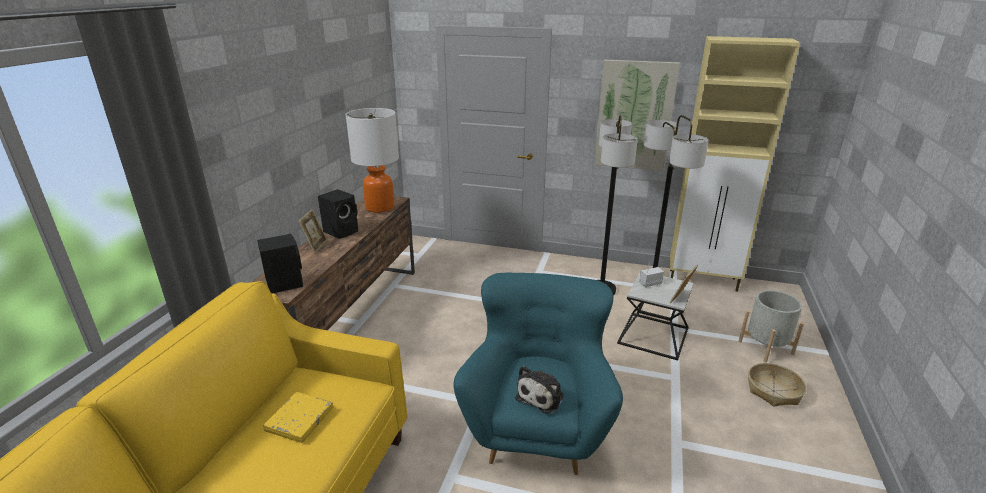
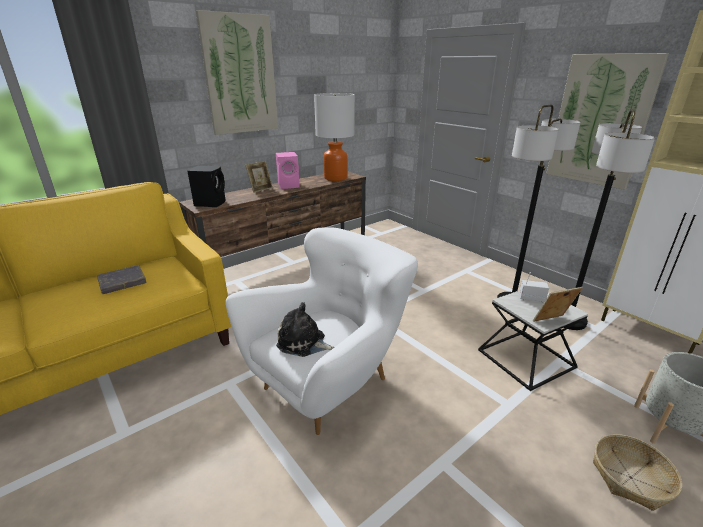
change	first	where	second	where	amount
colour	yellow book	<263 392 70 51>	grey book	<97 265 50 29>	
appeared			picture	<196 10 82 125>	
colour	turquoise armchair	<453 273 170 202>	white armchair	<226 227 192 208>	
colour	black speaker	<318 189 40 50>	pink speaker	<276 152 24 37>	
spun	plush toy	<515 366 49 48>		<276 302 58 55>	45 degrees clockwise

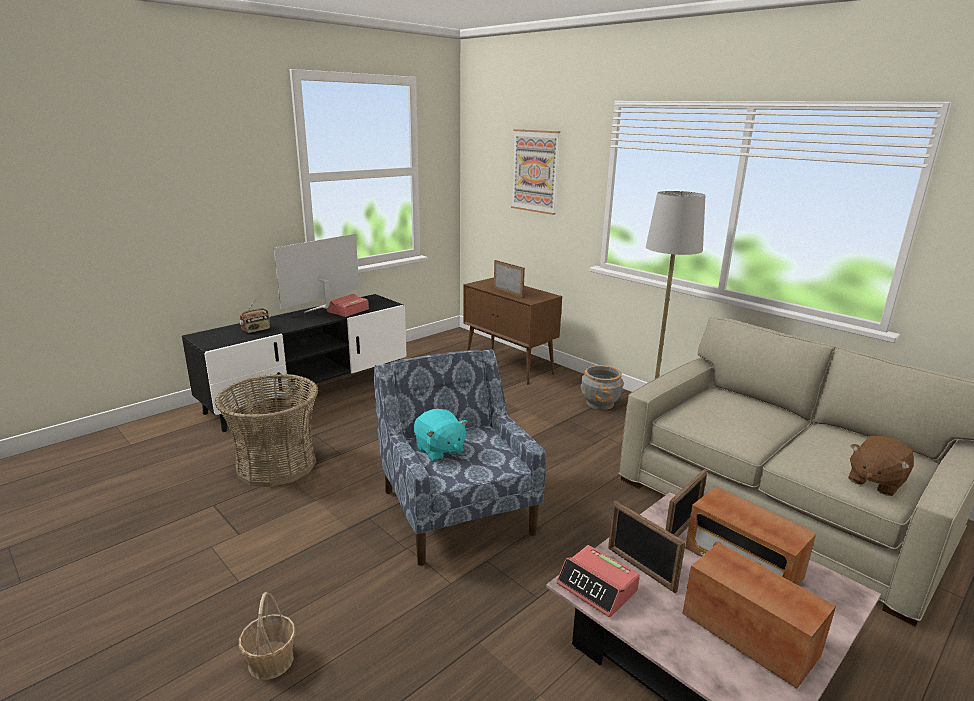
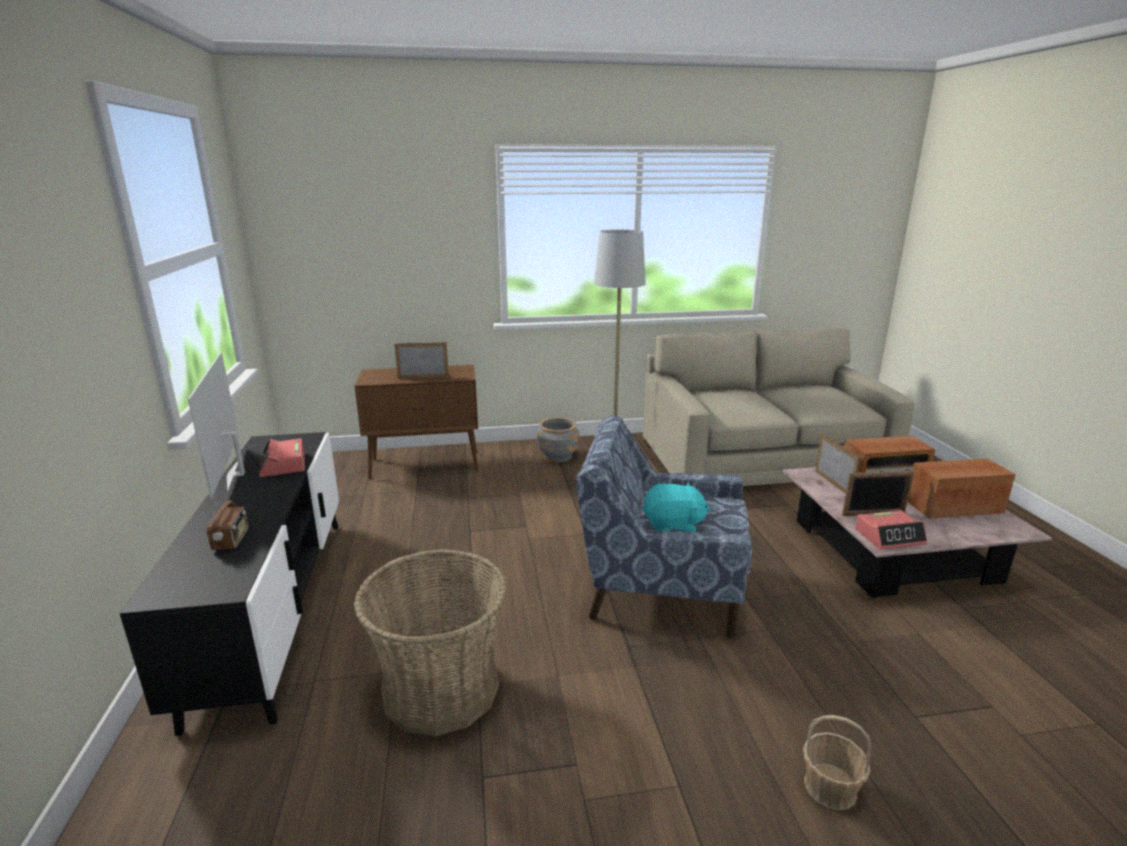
change	first	where	second	where	amount
missing	picture	<511 129 49 86>			
missing	brown plush toy	<848 436 66 60>			

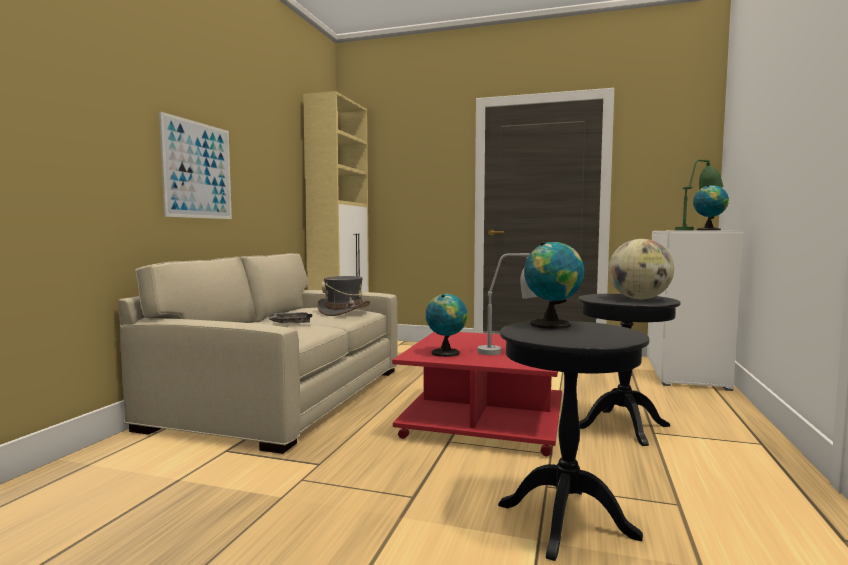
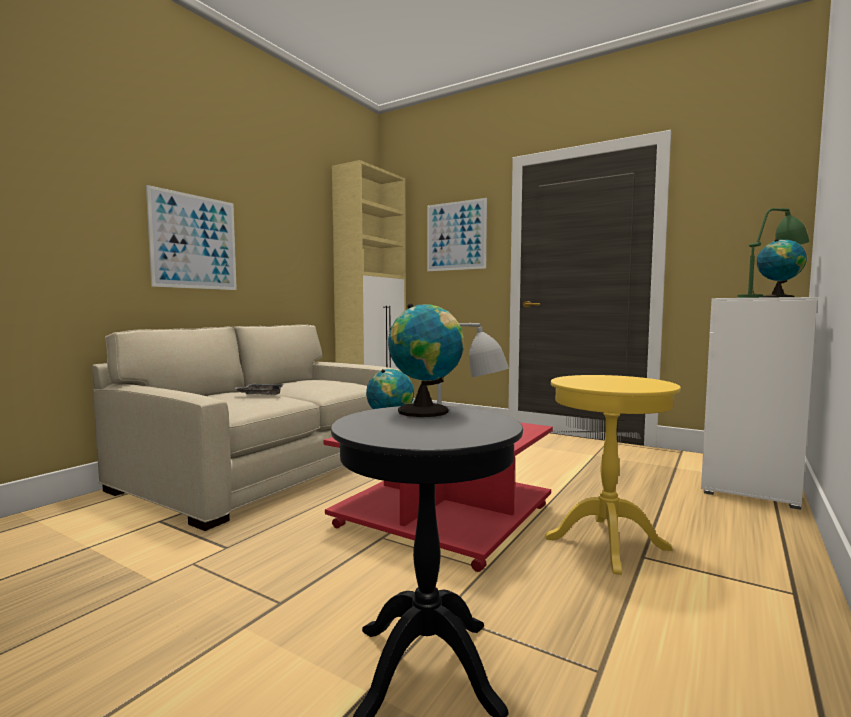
change	first	where	second	where	amount
appeared			picture	<427 198 60 73>	
colour	black side table	<578 294 102 152>	yellow side table	<546 375 135 200>	
missing	grey hat	<317 276 53 40>			
missing	globe	<608 239 66 60>			

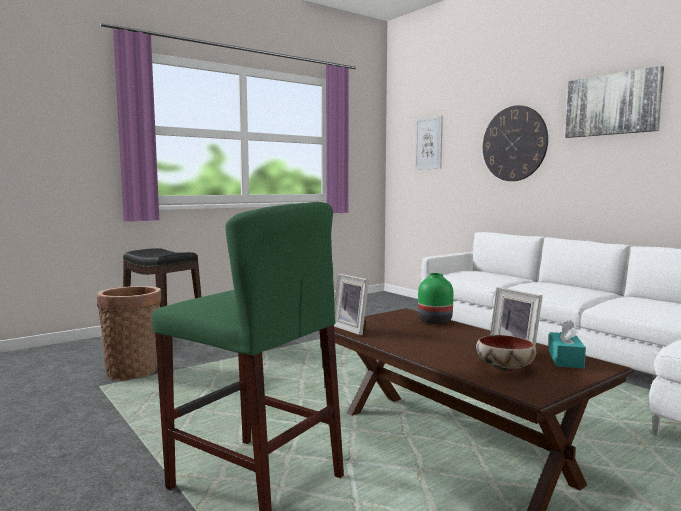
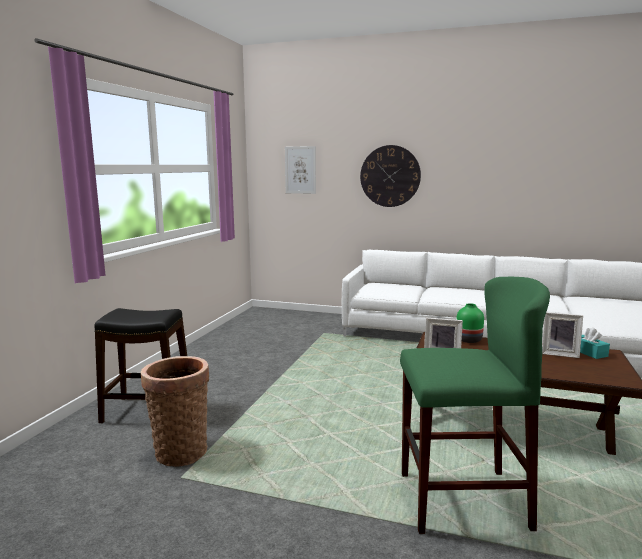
change	first	where	second	where	amount
missing	bowl	<476 335 60 36>			
missing	picture	<565 66 99 72>			

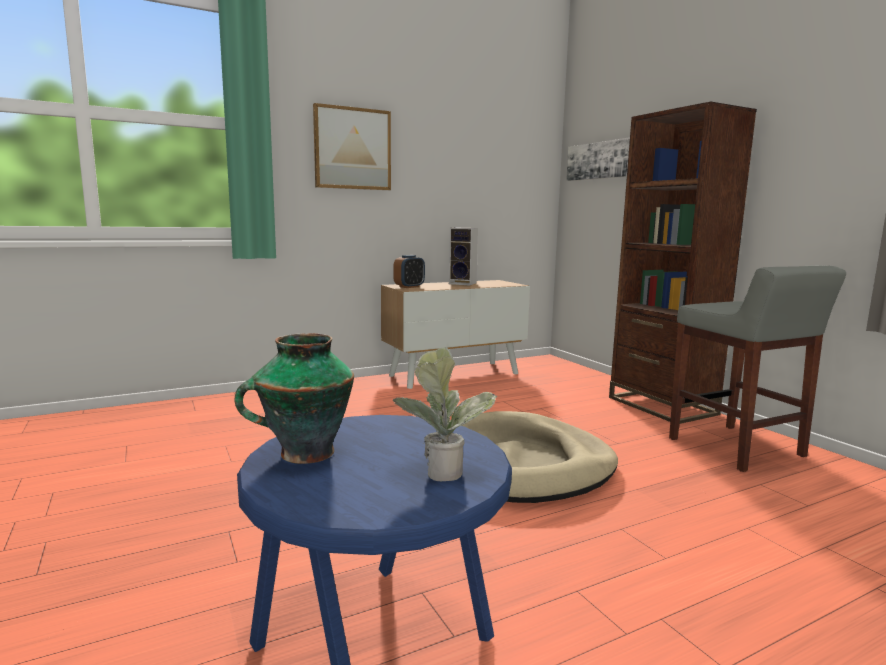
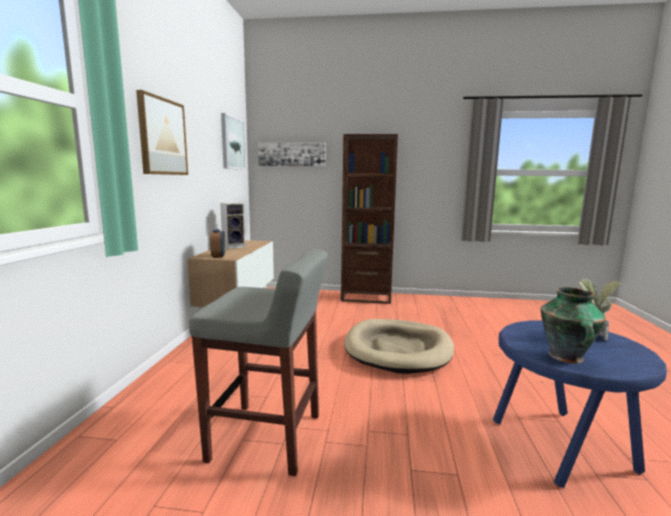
change	first	where	second	where	amount
relocated	grey stool	<669 265 177 207>		<189 249 139 227>	
appeared			picture	<221 113 25 57>	

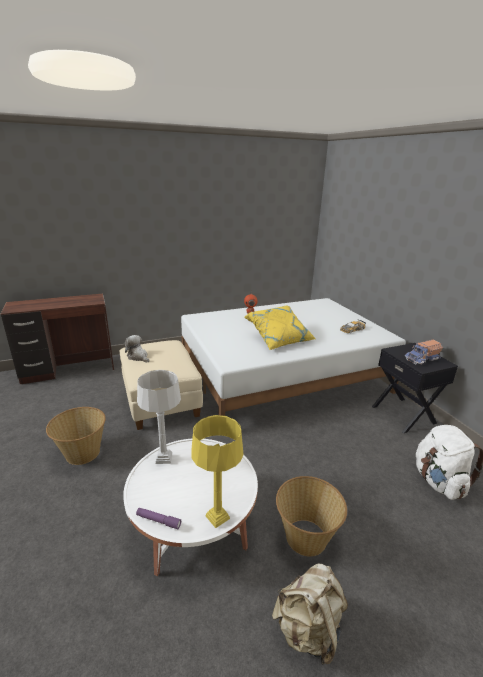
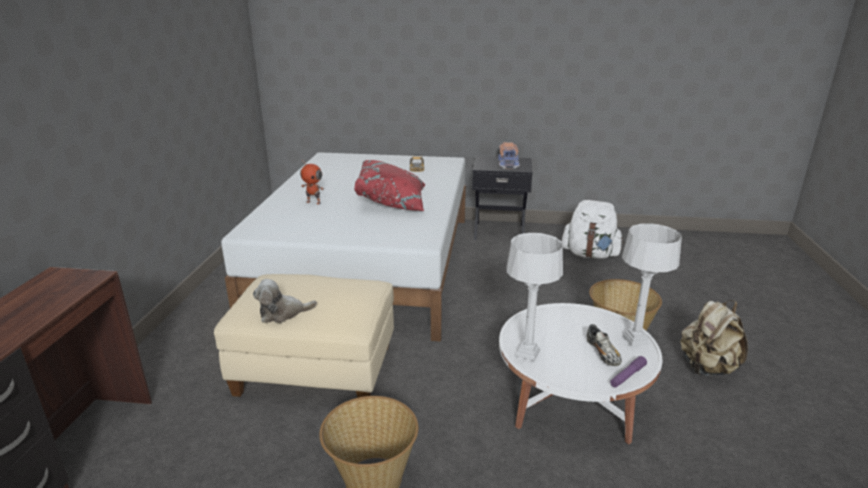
change	first	where	second	where	amount
colour	yellow pillow	<244 305 72 45>	red pillow	<354 160 72 51>	
appeared			shoe	<587 324 35 42>	
colour	yellow table lamp	<191 415 52 113>	grey table lamp	<622 223 60 124>	

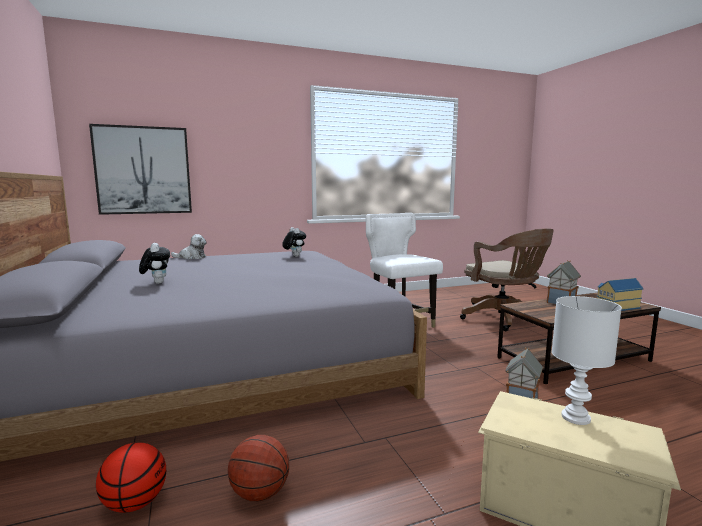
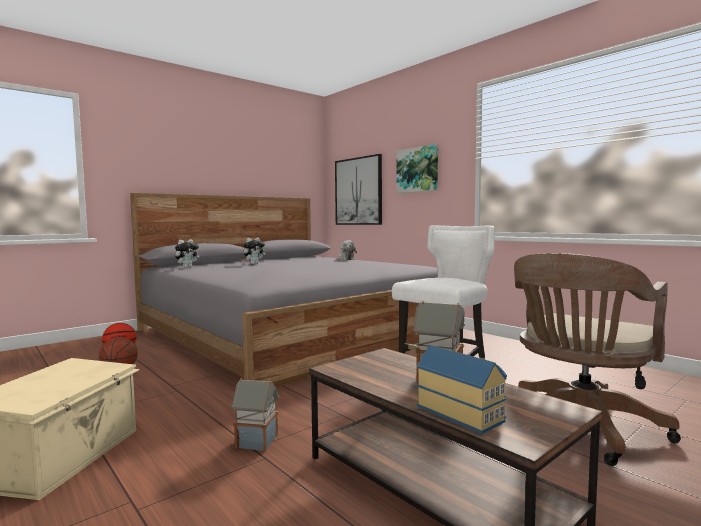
change	first	where	second	where	amount
relocated	plush toy	<282 227 24 30>		<175 239 25 29>	
appeared			picture	<397 144 41 49>	
missing	white table lamp	<552 296 70 129>			

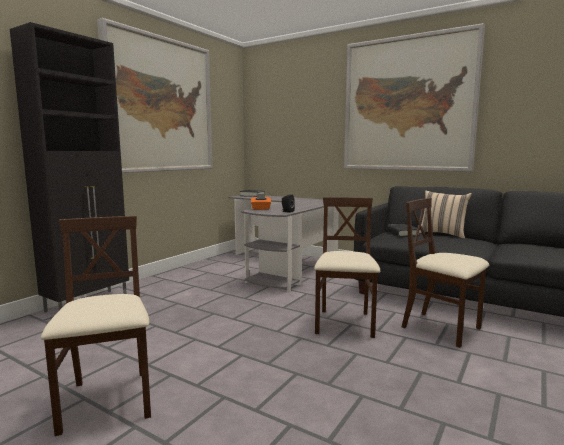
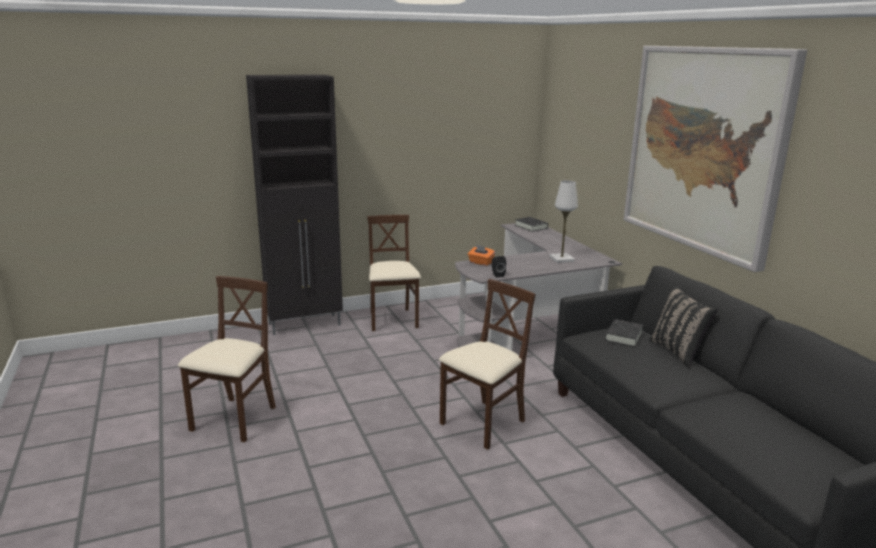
change	first	where	second	where	amount
relocated	beige chair	<402 198 88 150>		<367 215 54 116>	
appeared			white table lamp	<549 180 29 83>	
colour	beige pillow	<419 191 53 48>	black pillow	<649 286 69 83>	
missing	picture	<97 18 115 155>			

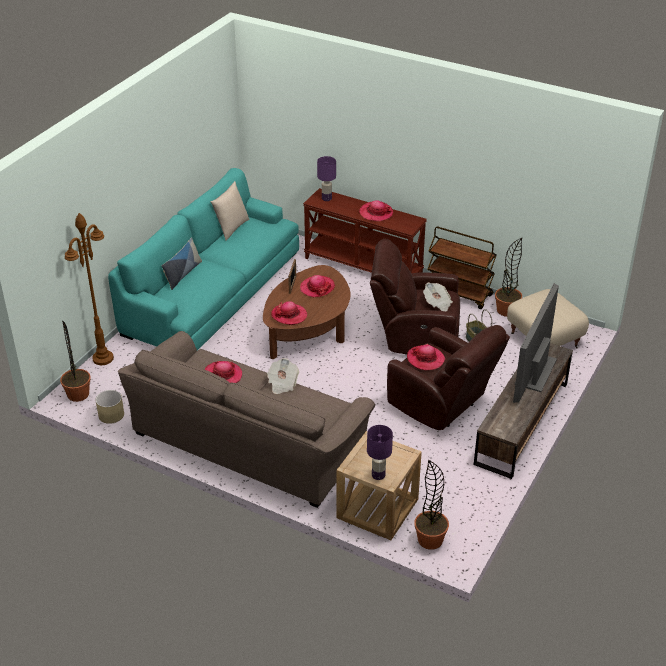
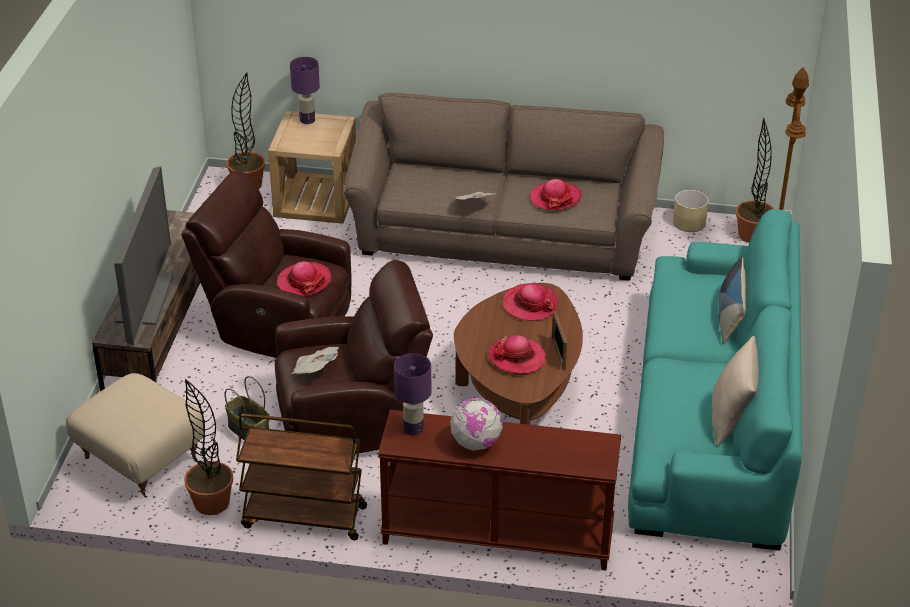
change	first	where	second	where	amount
relocated	purple table lamp	<317 156 19 45>		<394 353 37 83>	
exchanged	hat	<359 200 34 21>	globe	<450 398 53 53>	

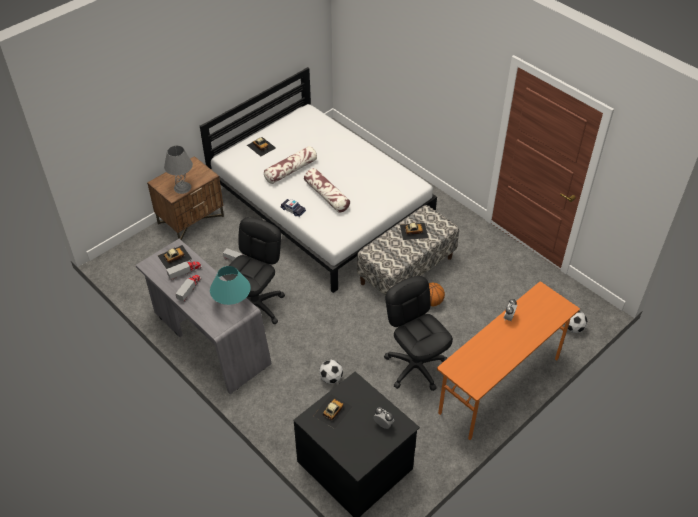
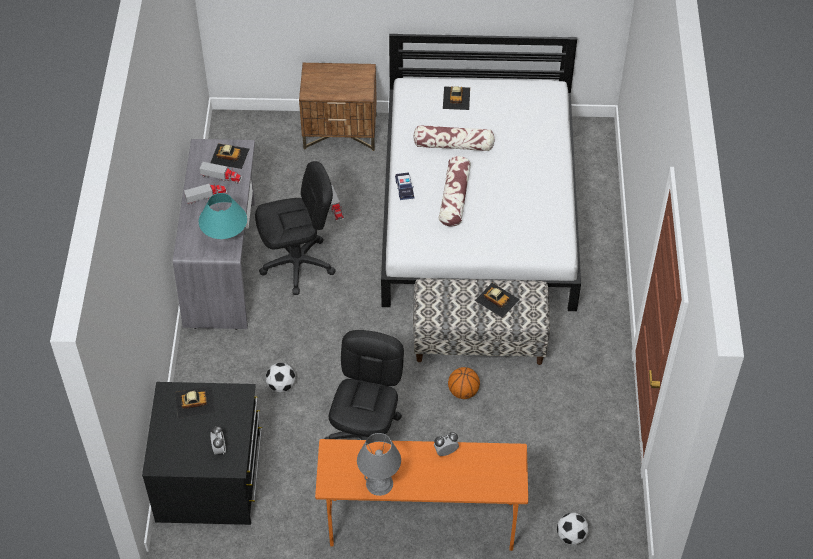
change	first	where	second	where	amount
relocated	grey table lamp	<164 145 29 49>		<357 433 44 63>	

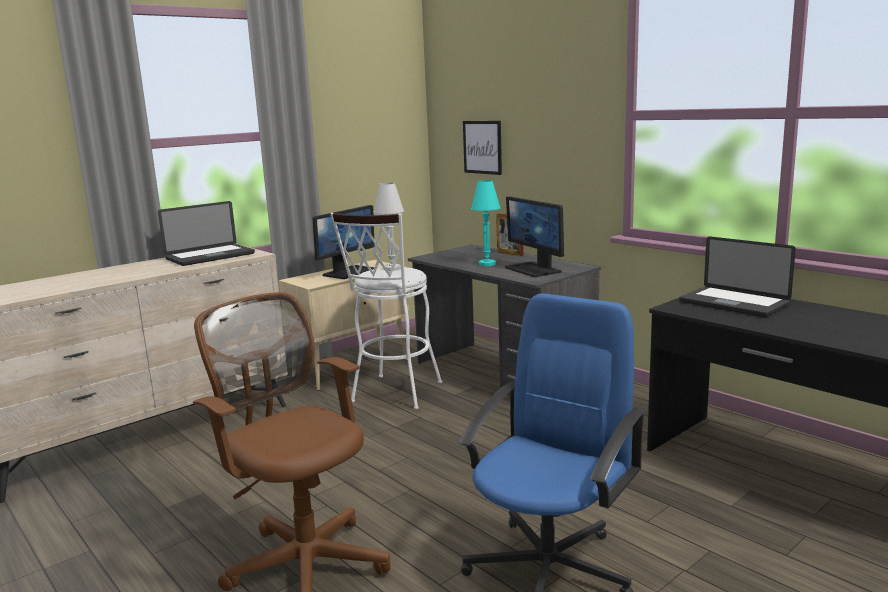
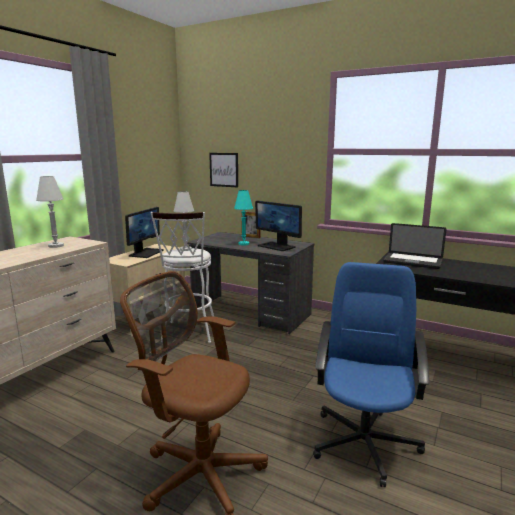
change	first	where	second	where	amount
exchanged	laptop	<158 201 97 65>	white table lamp	<36 176 28 72>	

